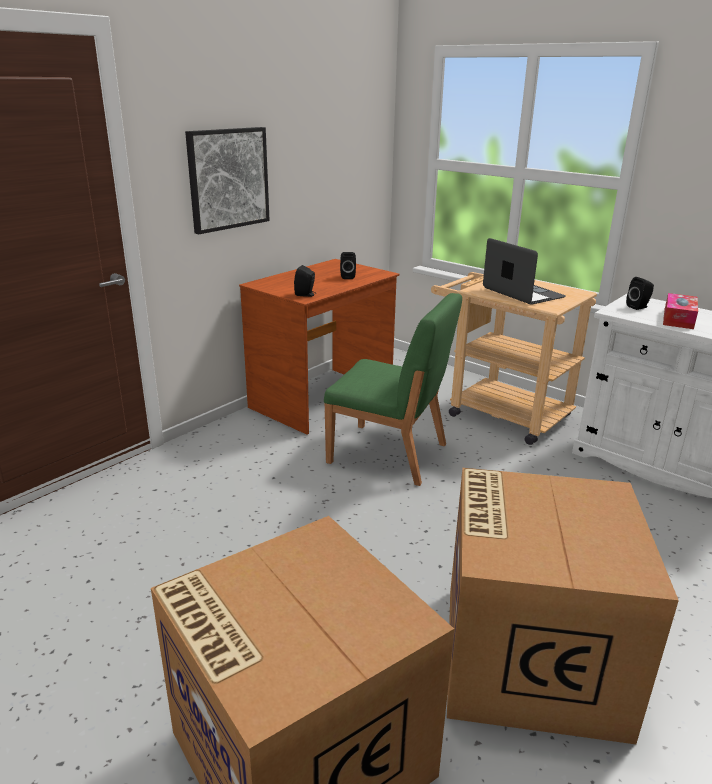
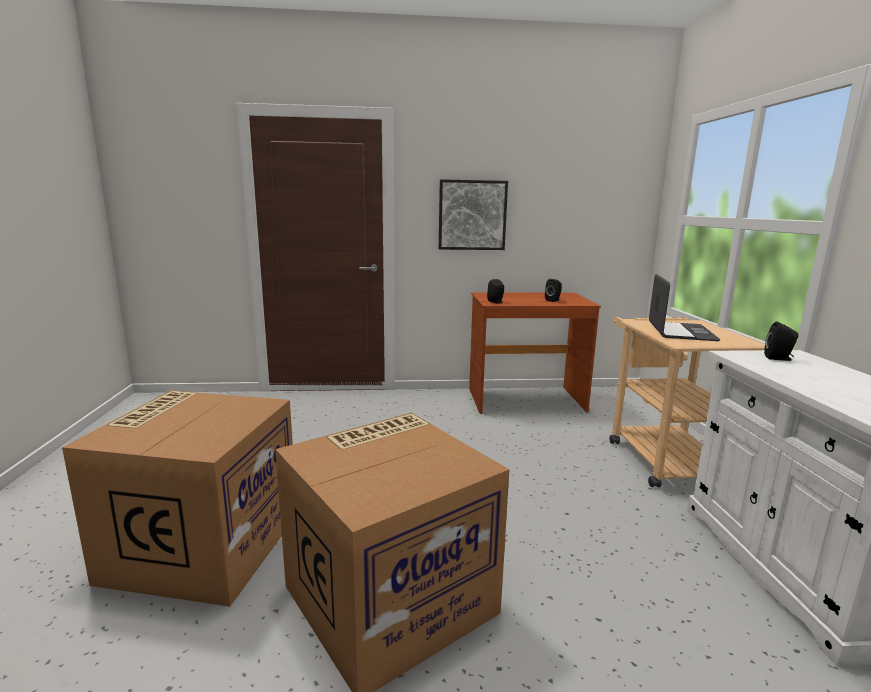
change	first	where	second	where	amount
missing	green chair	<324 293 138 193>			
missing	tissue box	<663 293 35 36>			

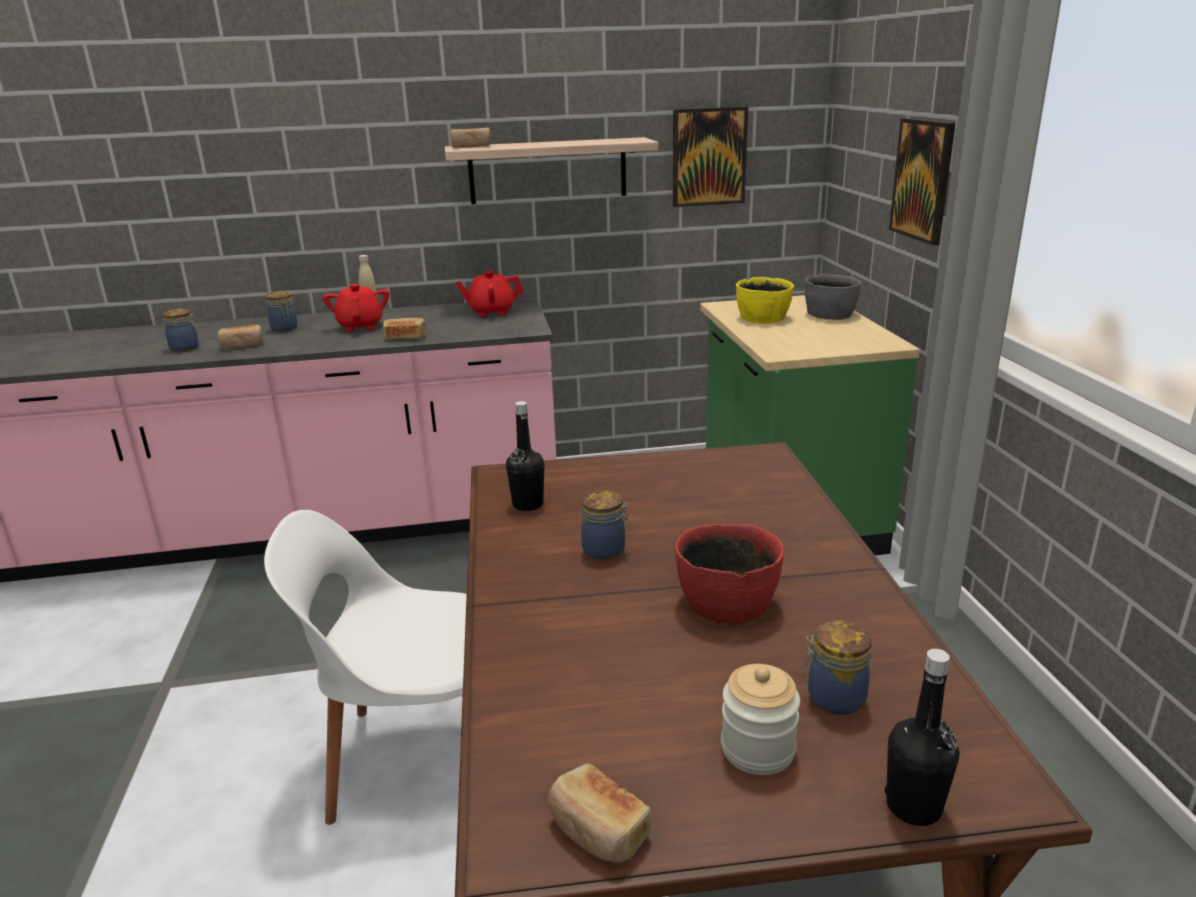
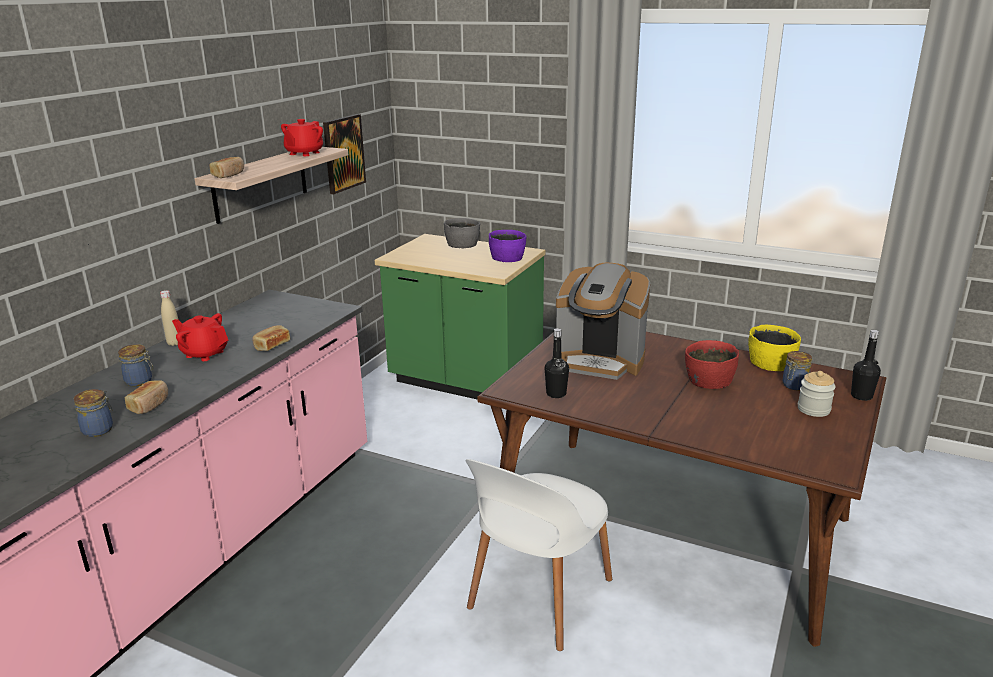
change	first	where	second	where	amount
relocated	red teapot	<455 271 68 46>		<281 119 42 37>	
appeared			purple bowl	<489 230 38 32>	
appeared			coffee machine	<556 263 94 117>	
relocated	yellow bowl	<736 277 58 47>		<748 325 53 46>	
missing	bread	<548 764 103 98>			
missing	jar	<581 490 49 70>			
missing	picture	<889 118 66 127>			

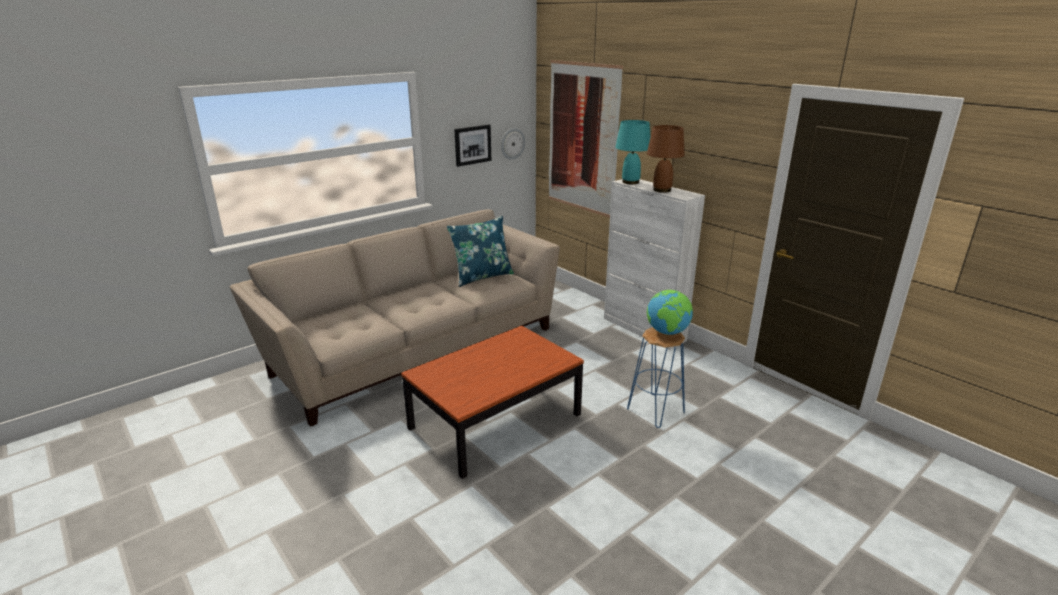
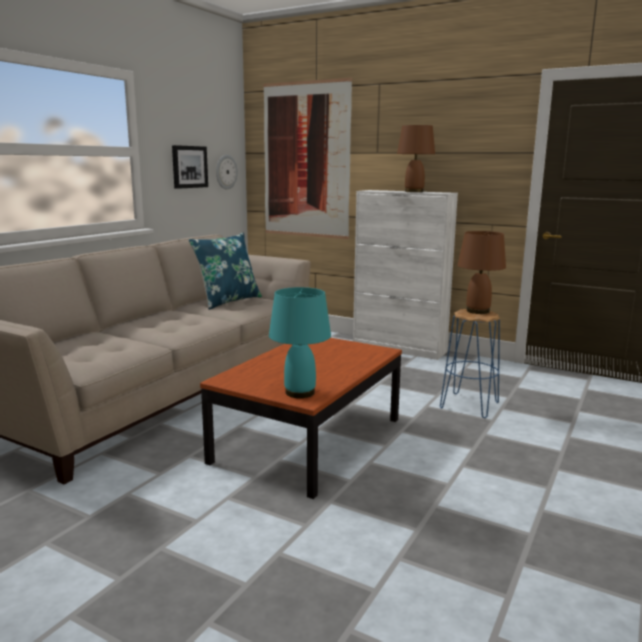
change	first	where	second	where	amount
relocated	turquoise table lamp	<615 120 36 64>		<269 287 62 111>	
exchanged	globe	<647 290 46 45>	brown table lamp	<458 231 48 83>	

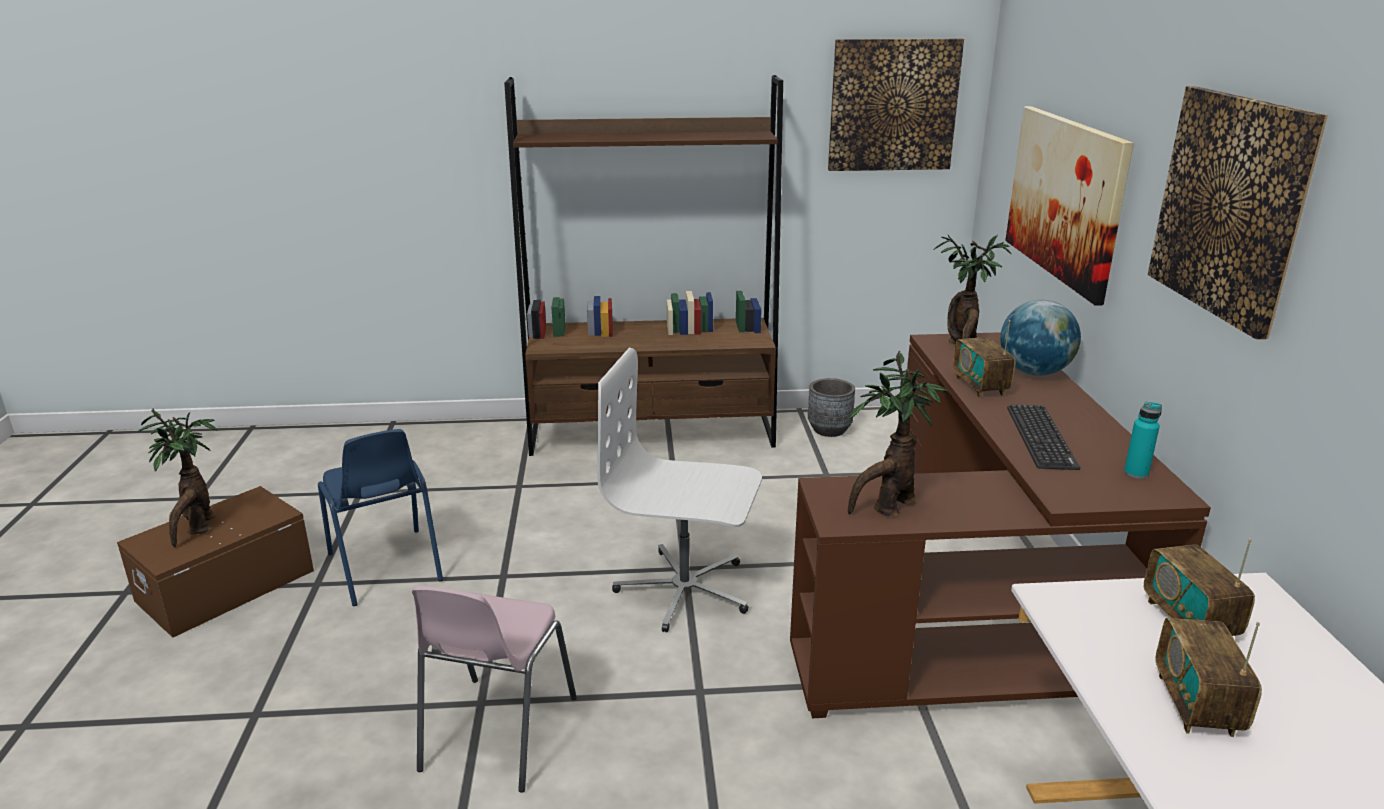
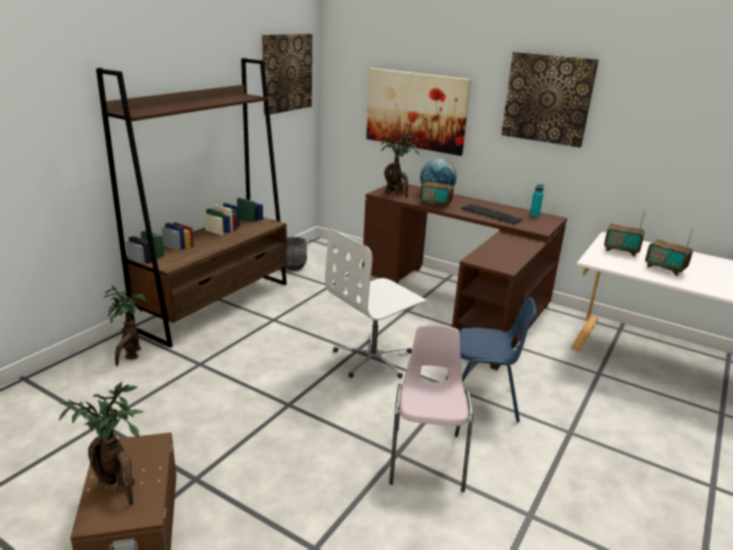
change	first	where	second	where	amount
relocated	potted plant	<848 351 100 165>		<105 285 42 81>	
spun	pink chair	<412 585 165 208>		<389 325 84 167>	135 degrees counterclockwise
relocated	blue chair	<318 429 125 177>		<446 297 91 125>	

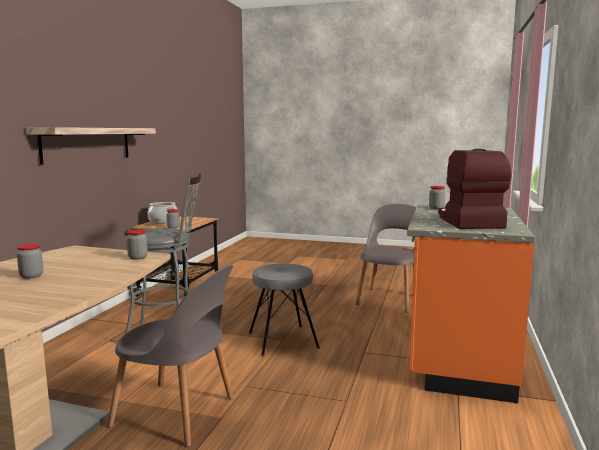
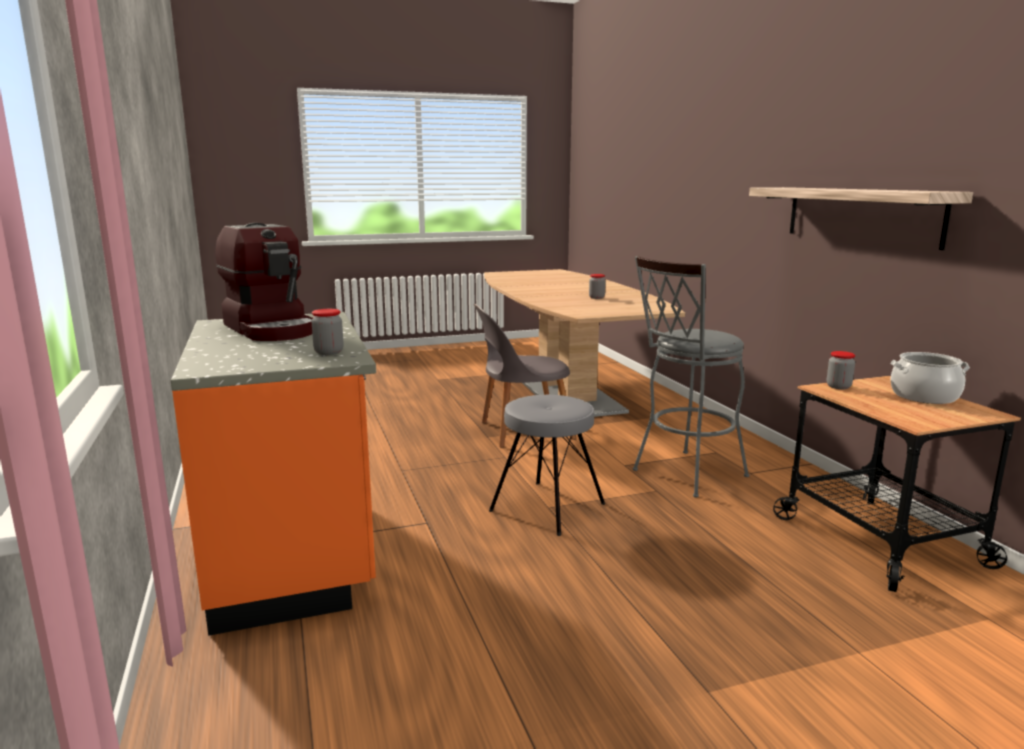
change	first	where	second	where	amount
missing	jar	<127 229 21 31>			
missing	grey chair	<355 204 61 109>			

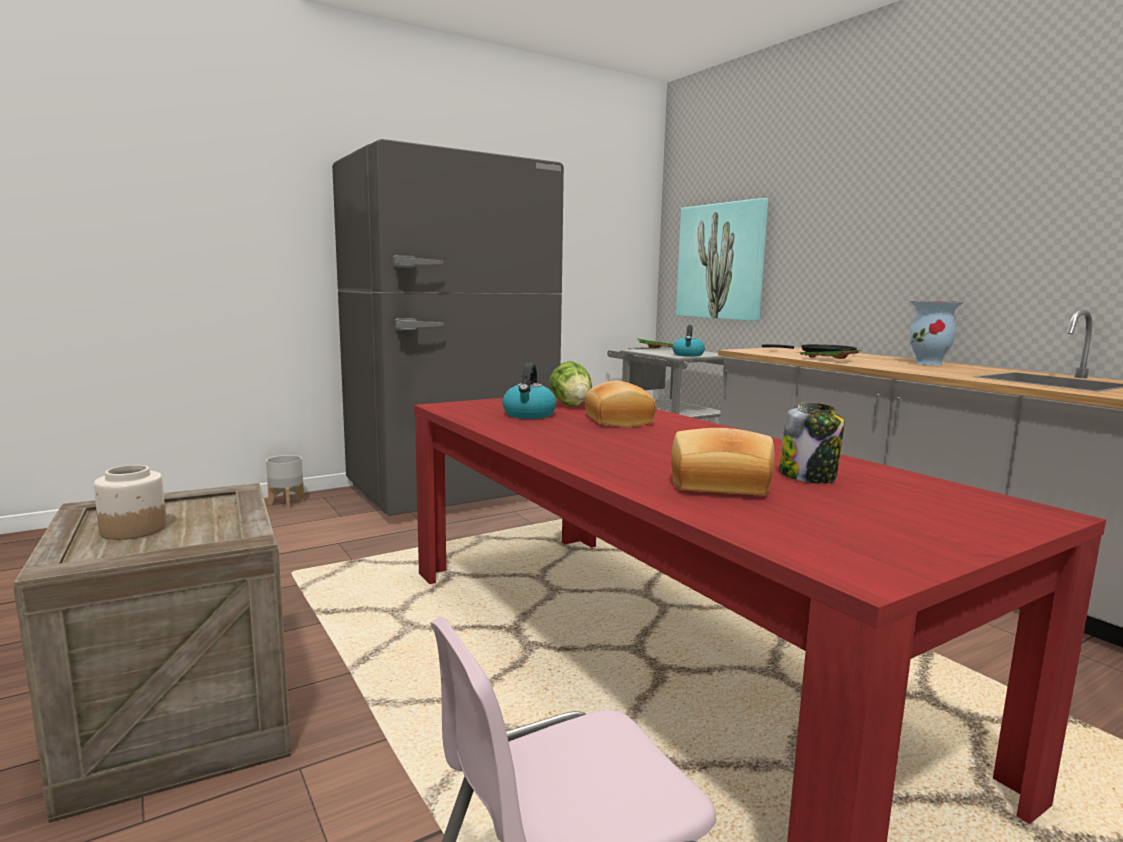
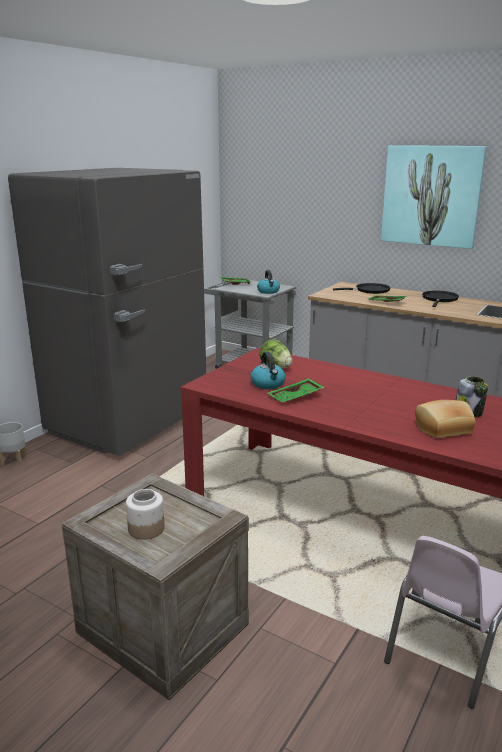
change	first	where	second	where	amount
appeared			green tray	<268 378 56 24>	
relocated	picture	<676 198 92 123>		<381 145 106 104>	
exchanged	vase	<910 301 54 64>	black frying pan	<422 291 37 16>	
missing	bread	<584 381 72 46>			

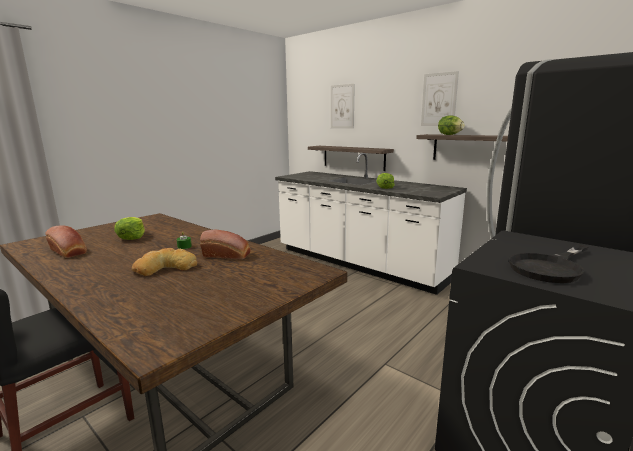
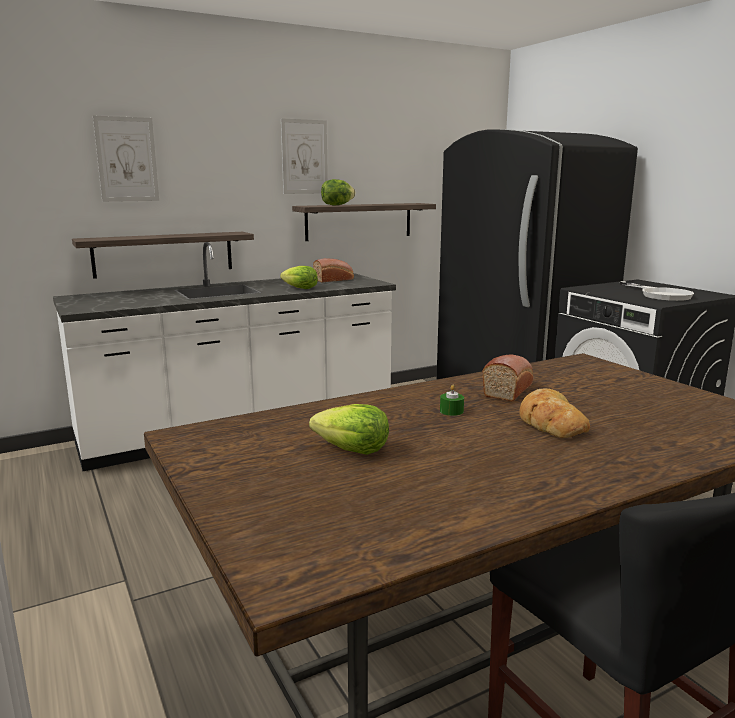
change	first	where	second	where	amount
relocated	bread	<45 225 42 33>		<313 258 41 24>	
colour	black frying pan	<509 244 79 39>	white frying pan	<620 281 74 20>	

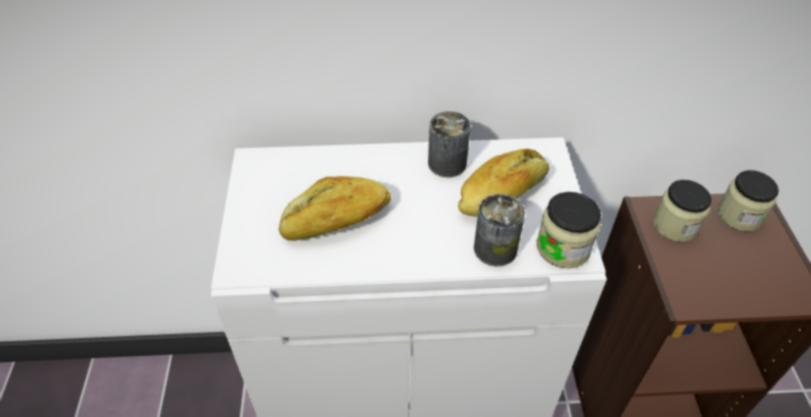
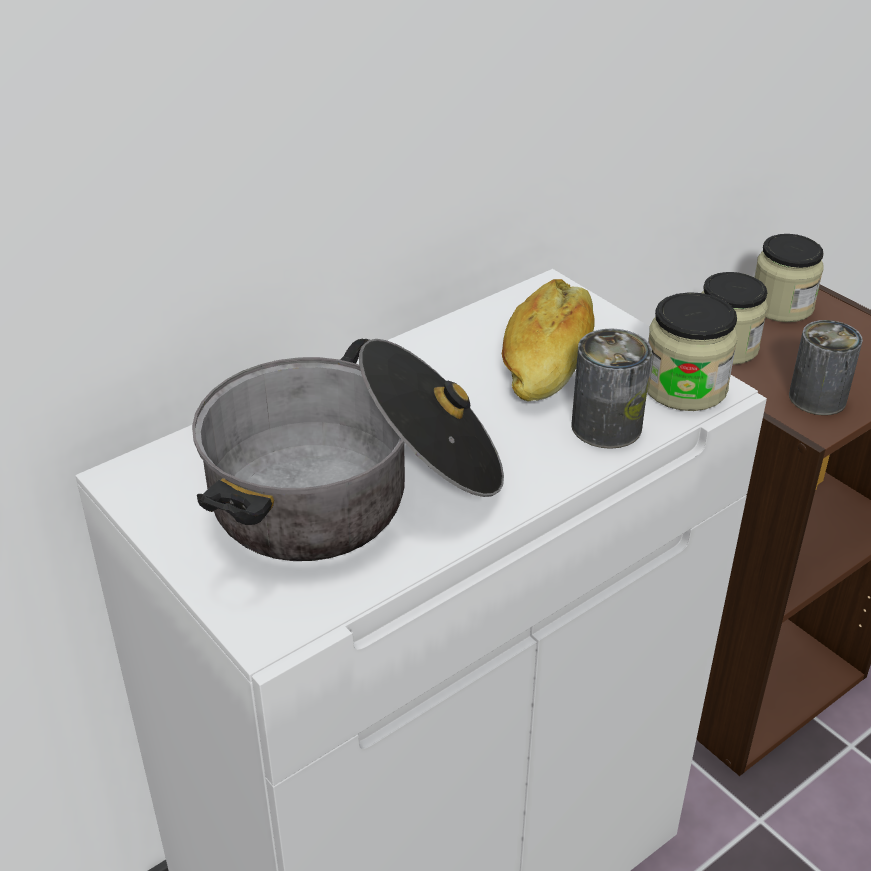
change	first	where	second	where	amount
exchanged	bread	<279 176 112 65>	cooking pot	<192 339 312 222>	
relocated	can	<428 111 43 66>		<789 320 74 95>	

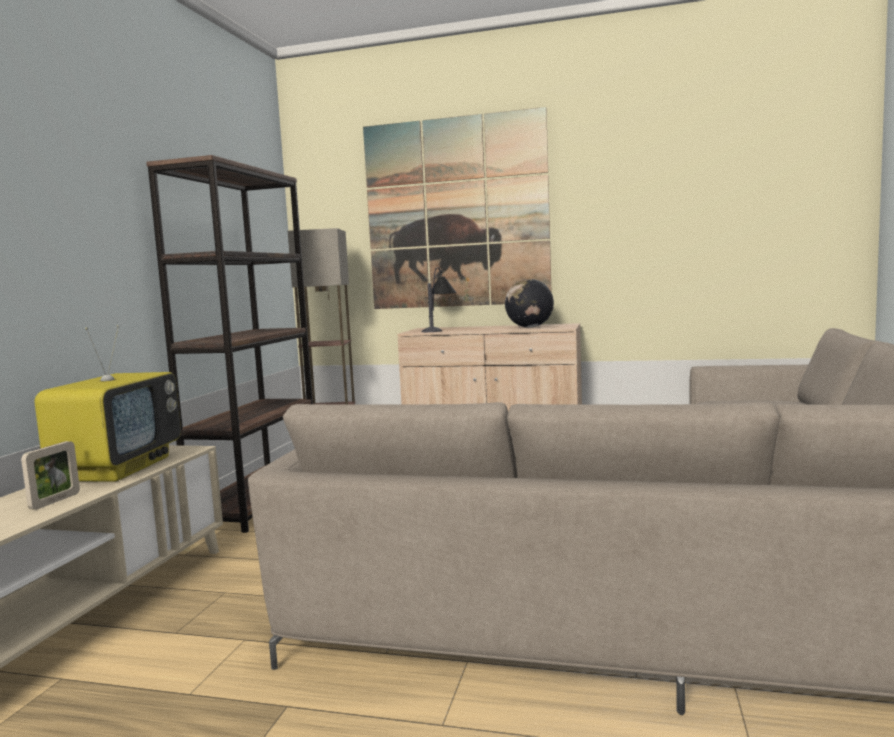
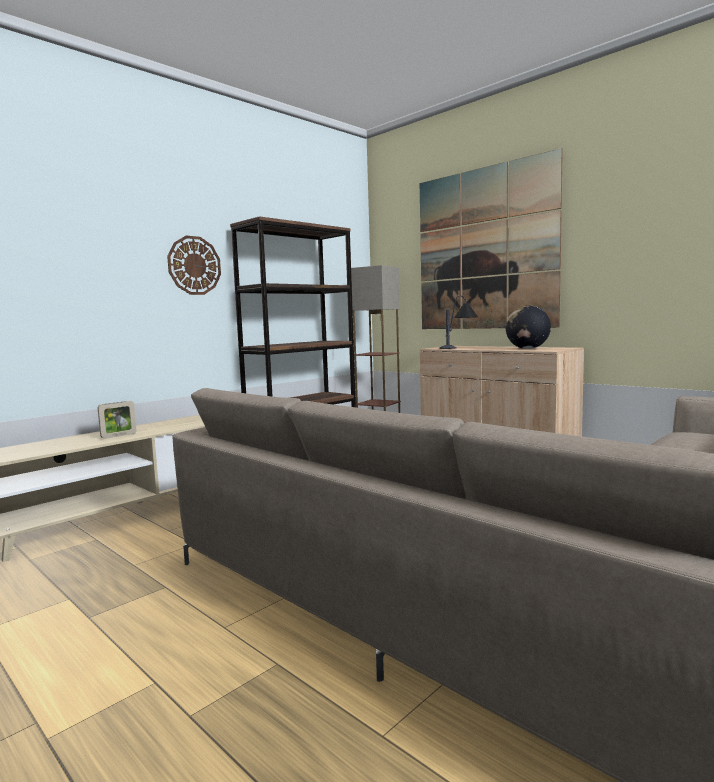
change	first	where	second	where	amount
appeared			wall clock	<167 236 54 59>	
missing	television	<35 325 146 156>			

